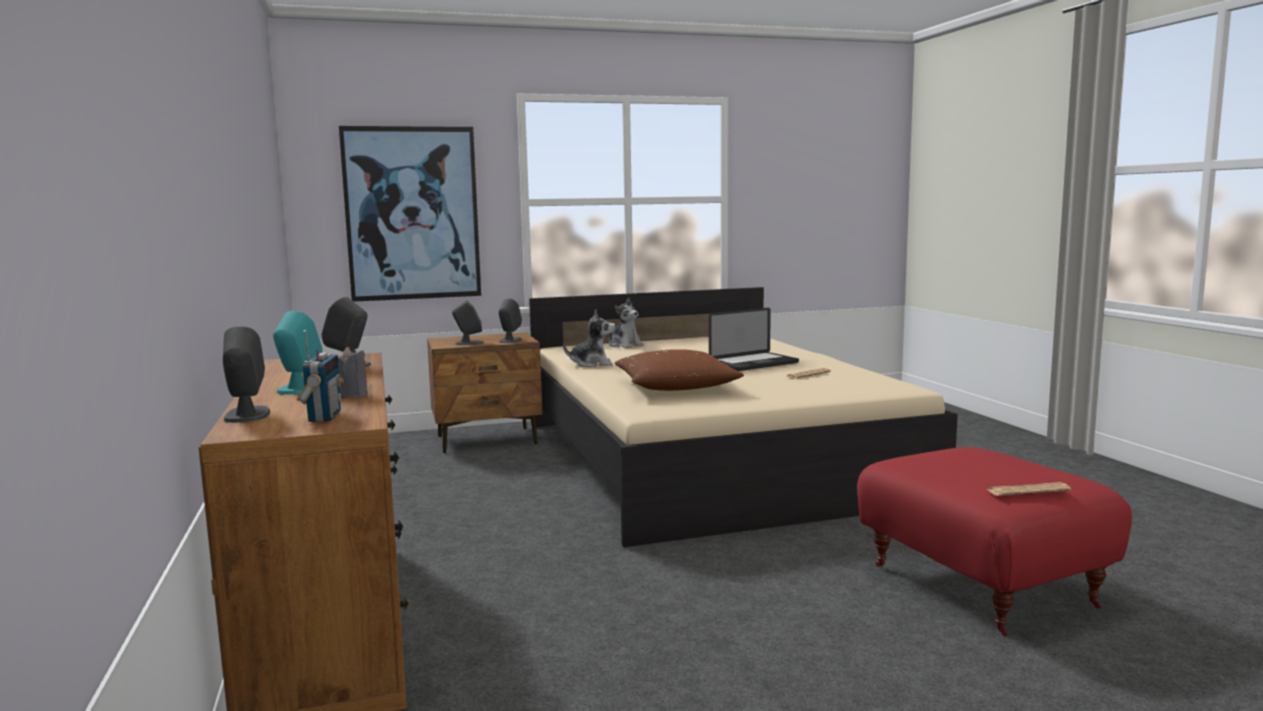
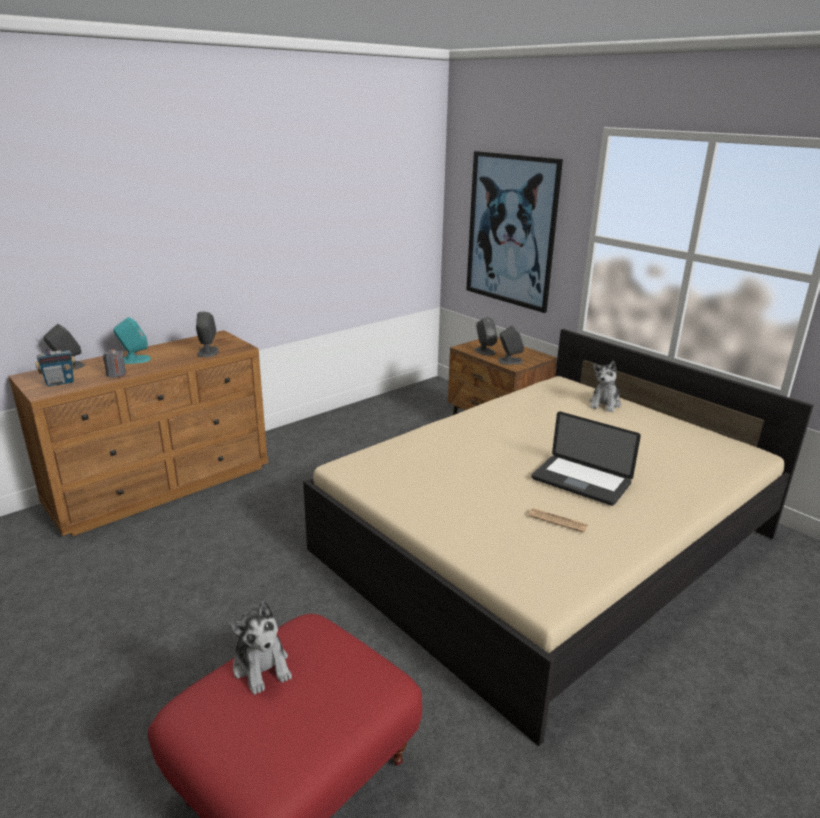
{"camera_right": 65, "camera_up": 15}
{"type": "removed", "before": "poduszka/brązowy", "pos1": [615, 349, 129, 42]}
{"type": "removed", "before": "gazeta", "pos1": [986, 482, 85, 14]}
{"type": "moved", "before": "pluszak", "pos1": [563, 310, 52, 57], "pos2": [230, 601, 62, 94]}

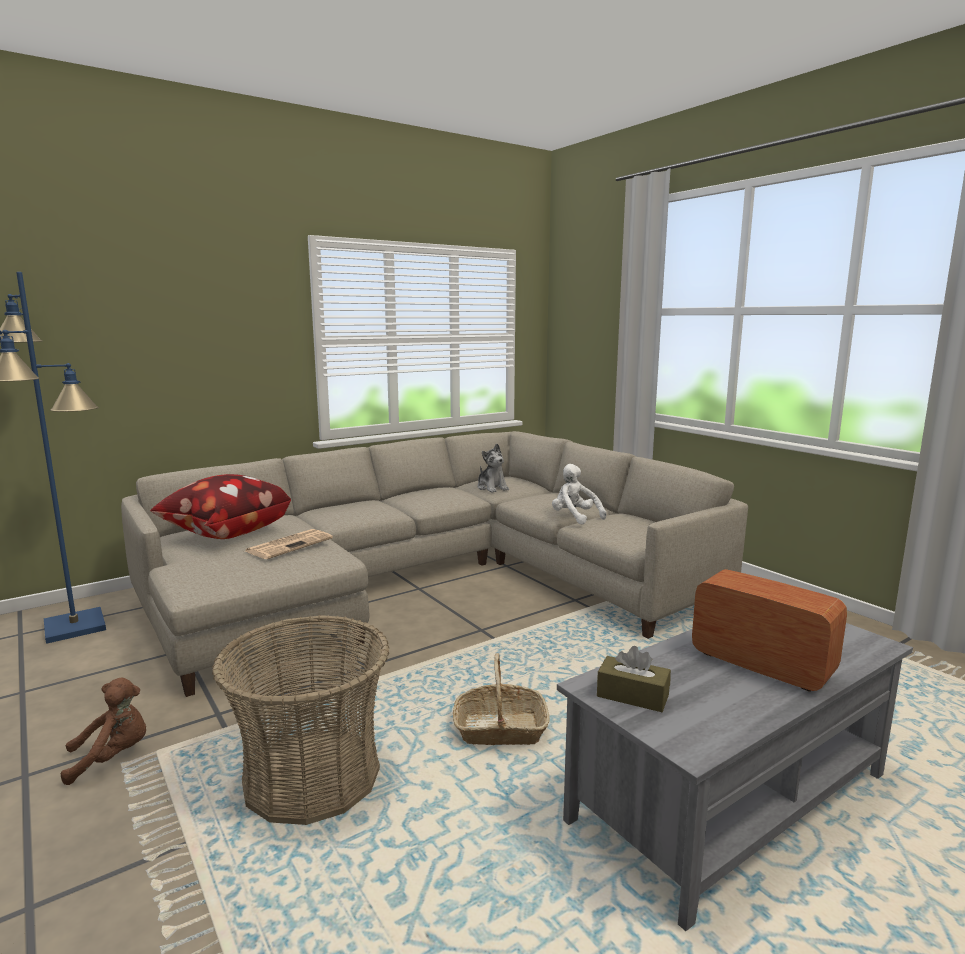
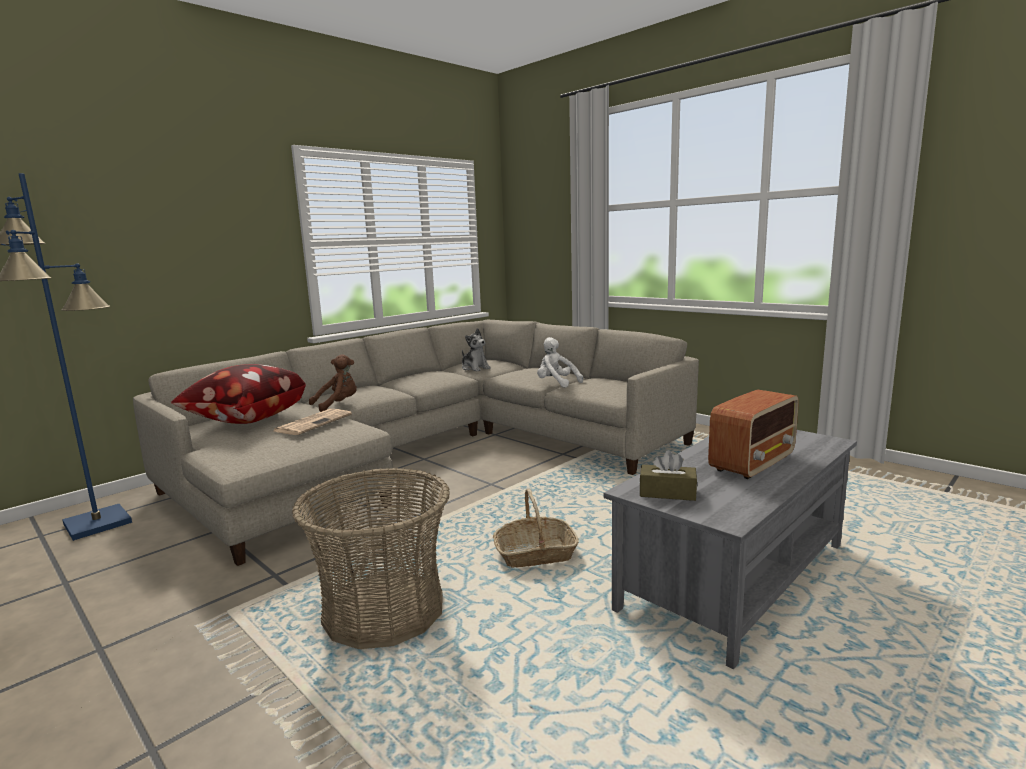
{"camera_right": -10, "camera_up": 0}
{"type": "moved", "before": "pluszak/brązowy", "pos1": [61, 677, 85, 108], "pos2": [309, 354, 48, 58]}
{"type": "turned", "before": "radio", "pos1": [692, 569, 155, 123], "pos2": [708, 390, 91, 89], "turn": 105}

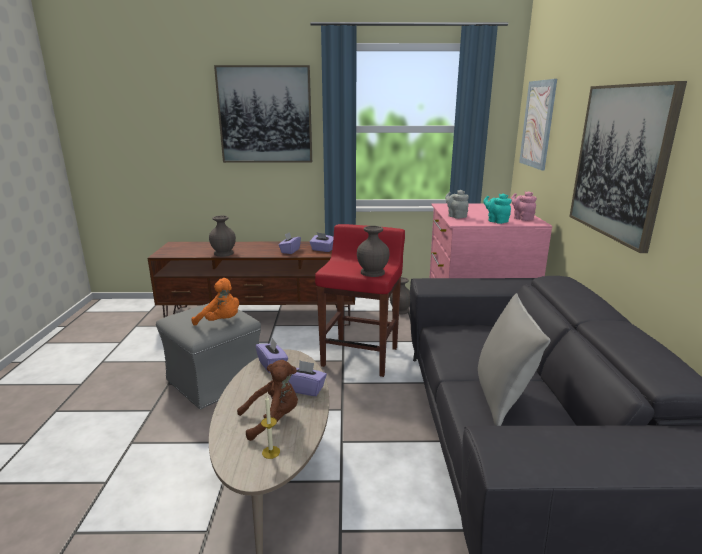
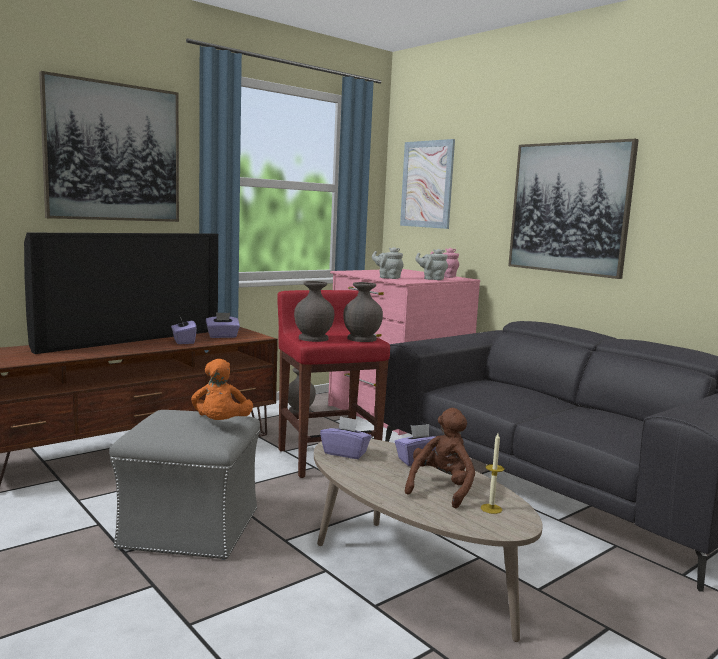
{"camera_right": -40, "camera_up": -10}
{"type": "removed", "before": "poduszka/szary", "pos1": [478, 293, 72, 133]}
{"type": "added", "after": "telewizor", "pos2": [24, 233, 194, 121]}
{"type": "moved", "before": "wazon/szary", "pos1": [209, 216, 27, 41], "pos2": [294, 281, 40, 61]}
{"type": "recoloured", "before": "imbryk/turkusowy", "after": "imbryk/szary", "pos1": [483, 194, 28, 30], "pos2": [415, 249, 33, 31]}
{"type": "turned", "before": "pluszak/pomarańczowy", "pos1": [192, 278, 47, 48], "pos2": [191, 359, 62, 61], "turn": 105}

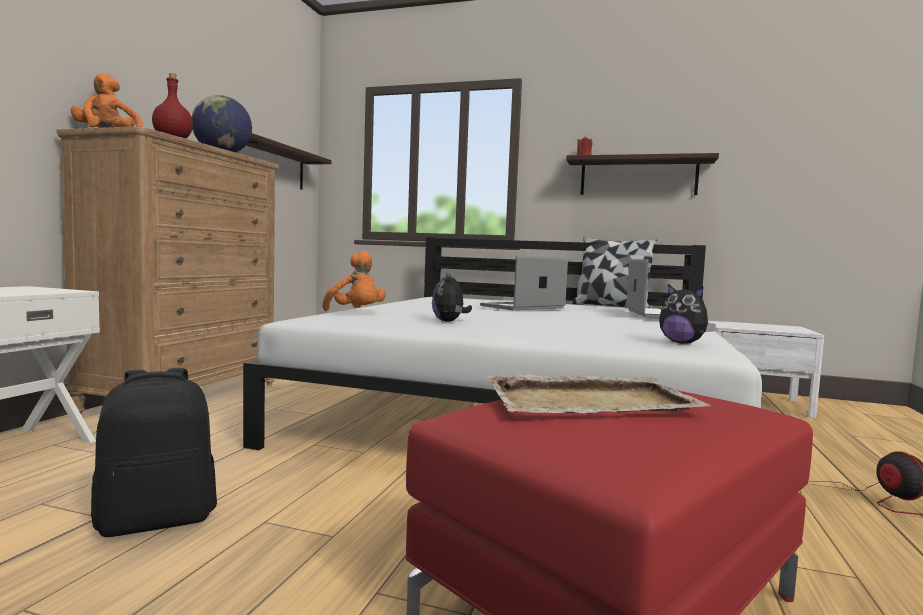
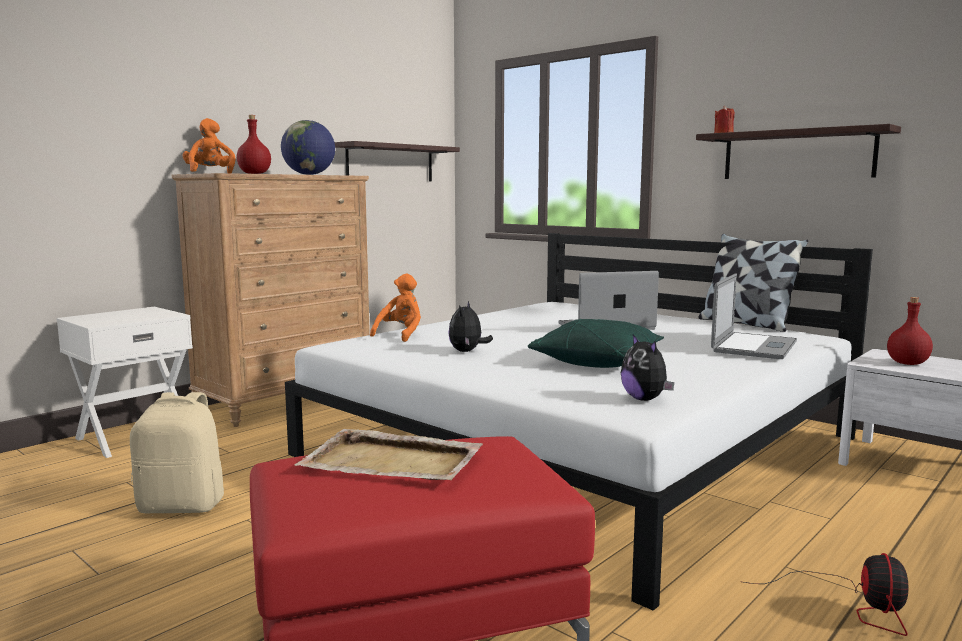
{"camera_right": 25, "camera_up": 5}
{"type": "added", "after": "poduszka/zielony", "pos2": [528, 319, 136, 49]}
{"type": "added", "after": "butelka/czerwony", "pos2": [887, 297, 46, 68]}
{"type": "recoloured", "before": "plecak/czarny", "after": "plecak/beżowy", "pos1": [91, 368, 126, 169], "pos2": [130, 392, 94, 121]}
{"type": "turned", "before": "pluszak/pomarańczowy", "pos1": [322, 251, 64, 60], "pos2": [370, 274, 51, 68], "turn": -135}

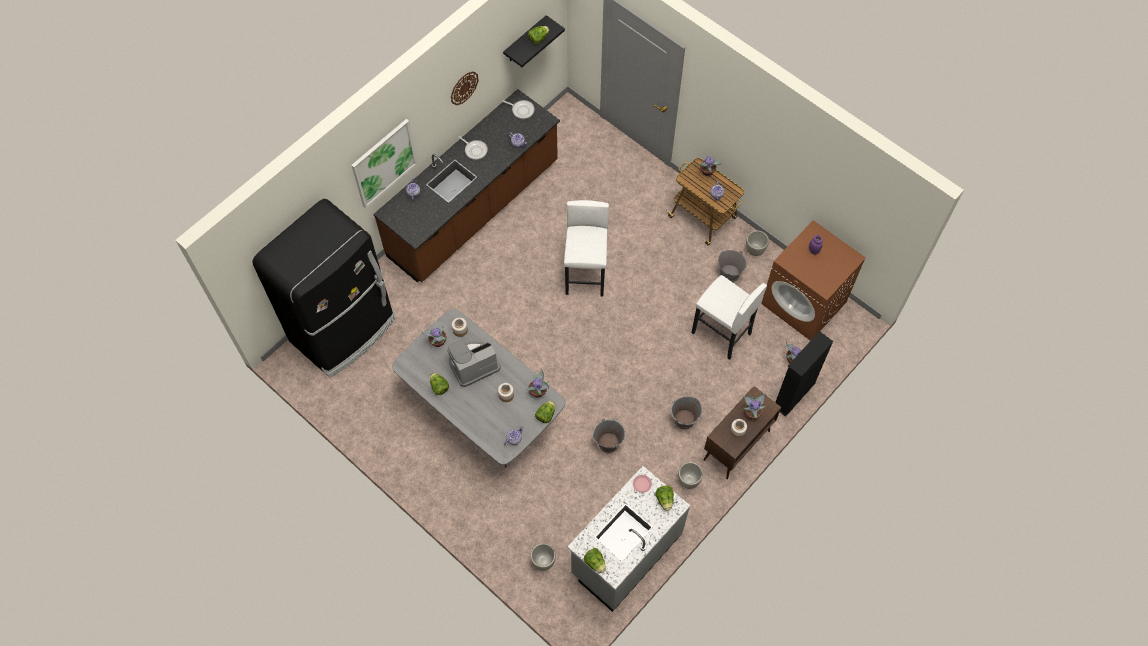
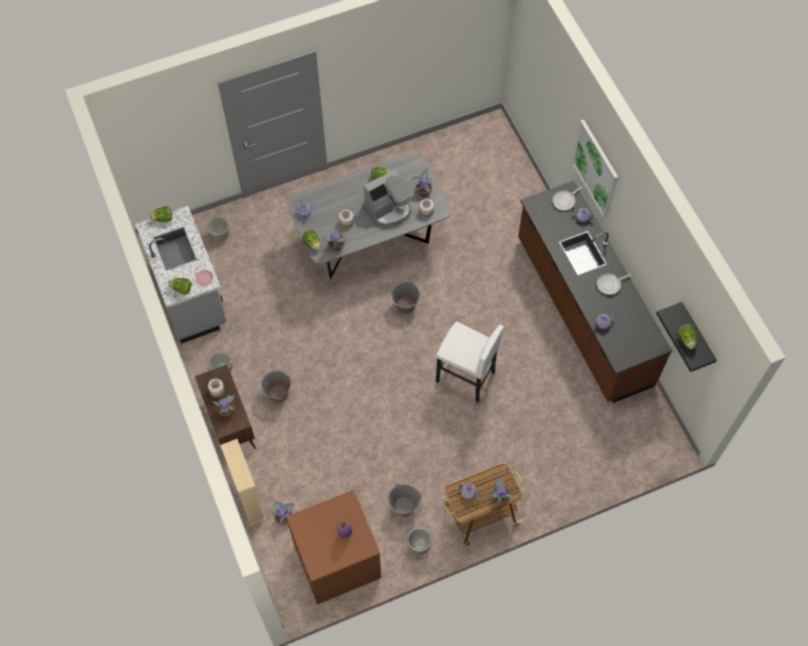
{"camera_right": 115, "camera_up": 0}
{"type": "removed", "before": "lodówka/czarny", "pos1": [252, 199, 144, 179]}
{"type": "removed", "before": "zegar ścienny", "pos1": [451, 71, 28, 34]}
{"type": "removed", "before": "stołek/biały", "pos1": [691, 275, 76, 85]}
{"type": "moved", "before": "patelnia", "pos1": [502, 100, 33, 19], "pos2": [552, 186, 30, 25]}
{"type": "moved", "before": "wiadro/szary", "pos1": [592, 418, 34, 35], "pos2": [390, 281, 32, 33]}
{"type": "recoloured", "before": "regał/czarny", "after": "regał/beżowy", "pos1": [775, 331, 58, 86], "pos2": [220, 439, 46, 86]}
{"type": "turned", "before": "ekspres do kawy", "pos1": [447, 339, 54, 48], "pos2": [362, 169, 49, 57], "turn": 60}

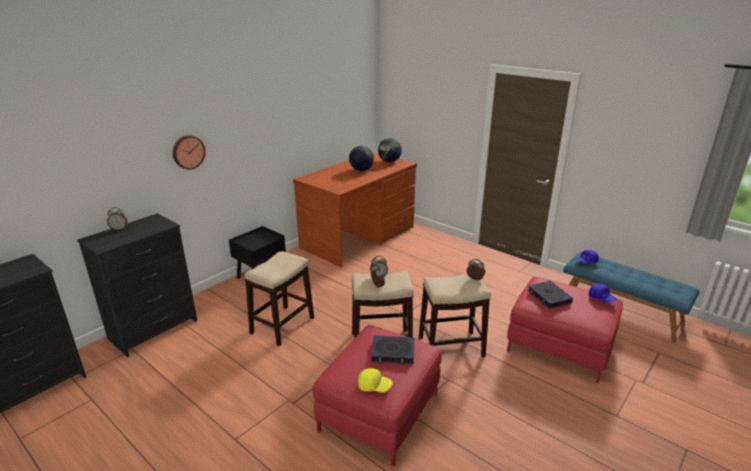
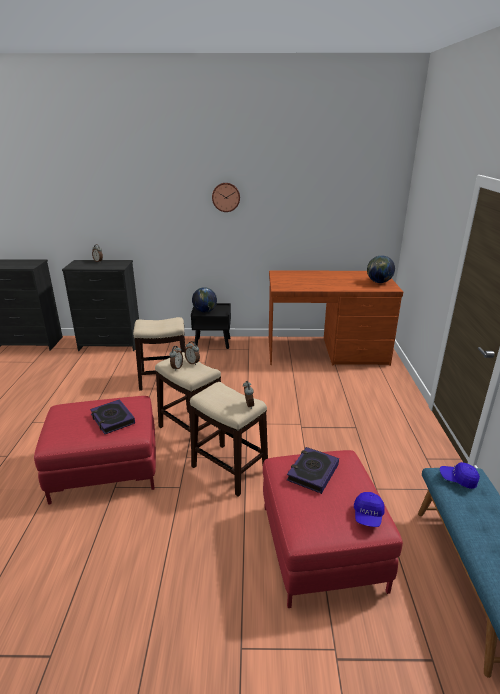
{"camera_right": 50, "camera_up": 0}
{"type": "removed", "before": "czapka z daszkiem/żółty", "pos1": [358, 368, 35, 24]}
{"type": "moved", "before": "zegar ścienny", "pos1": [173, 135, 33, 35], "pos2": [212, 183, 28, 29]}
{"type": "moved", "before": "globus", "pos1": [349, 146, 25, 25], "pos2": [192, 287, 25, 26]}

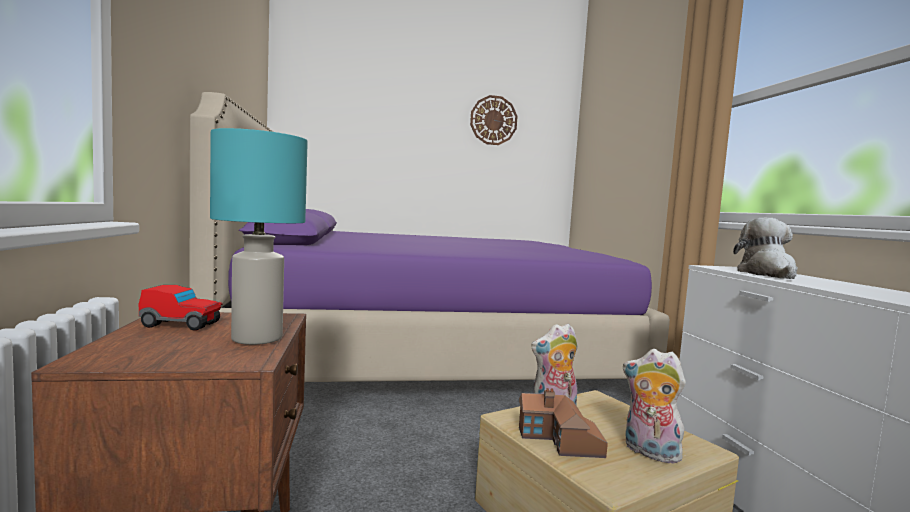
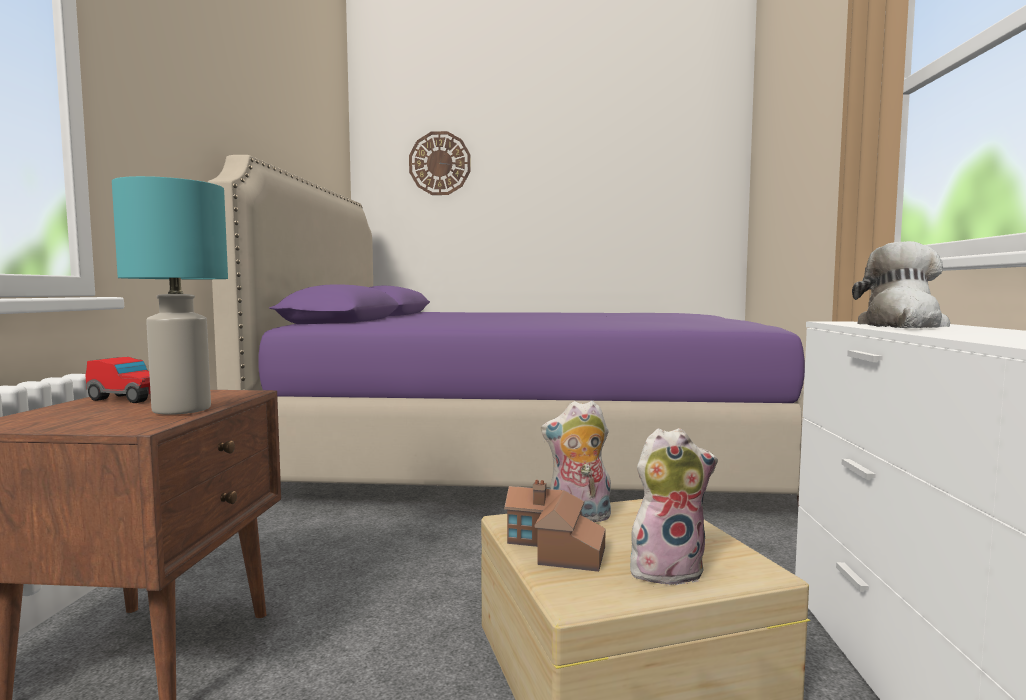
{"camera_right": 15, "camera_up": 0}
{"type": "moved", "before": "zegar ścienny", "pos1": [470, 95, 48, 50], "pos2": [409, 131, 62, 64]}
{"type": "turned", "before": "pluszak", "pos1": [623, 349, 63, 115], "pos2": [630, 428, 88, 158], "turn": 120}

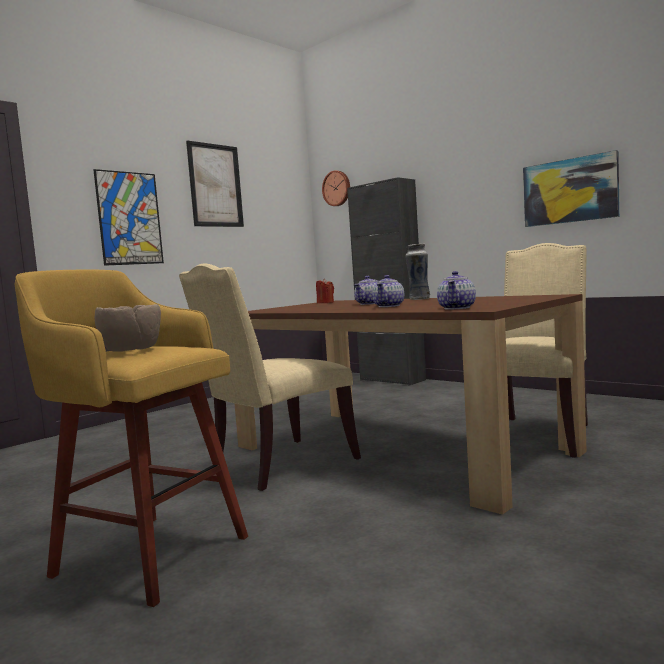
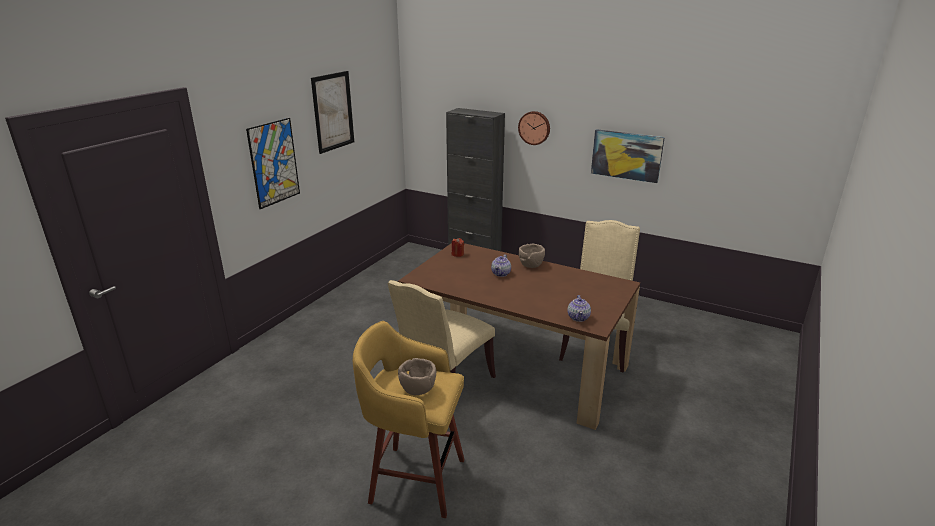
{"camera_right": -15, "camera_up": 20}
{"type": "removed", "before": "imbryk", "pos1": [372, 275, 32, 32]}
{"type": "moved", "before": "zegar ścienny", "pos1": [322, 170, 28, 36], "pos2": [518, 111, 32, 34]}
{"type": "replaced", "before": "wazon", "after": "miska/brązowy", "pos1": [405, 244, 25, 56], "pos2": [519, 244, 26, 24]}

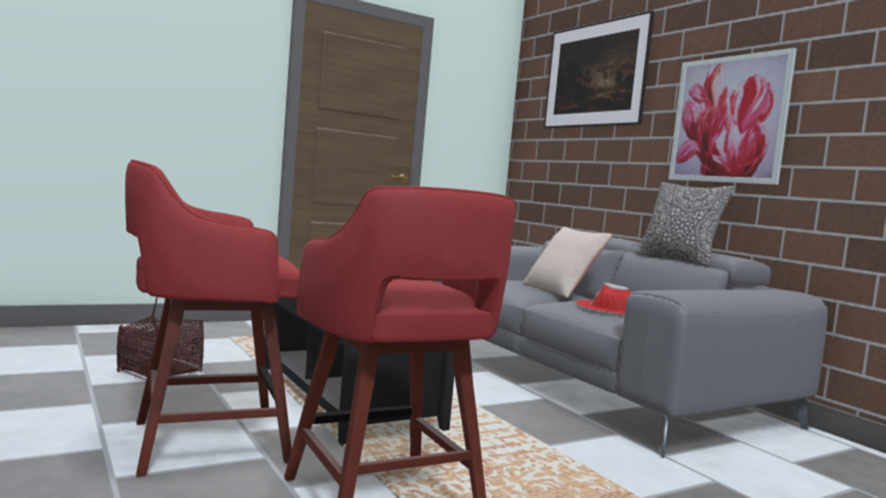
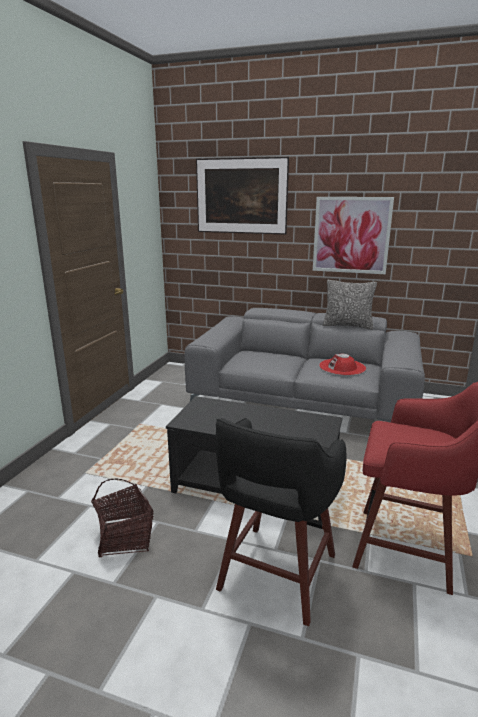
{"camera_right": -40, "camera_up": 15}
{"type": "removed", "before": "poduszka/beżowy", "pos1": [522, 227, 90, 71]}
{"type": "recoloured", "before": "stołek/czerwony", "after": "stołek/czarny", "pos1": [125, 159, 175, 318], "pos2": [216, 418, 131, 208]}

